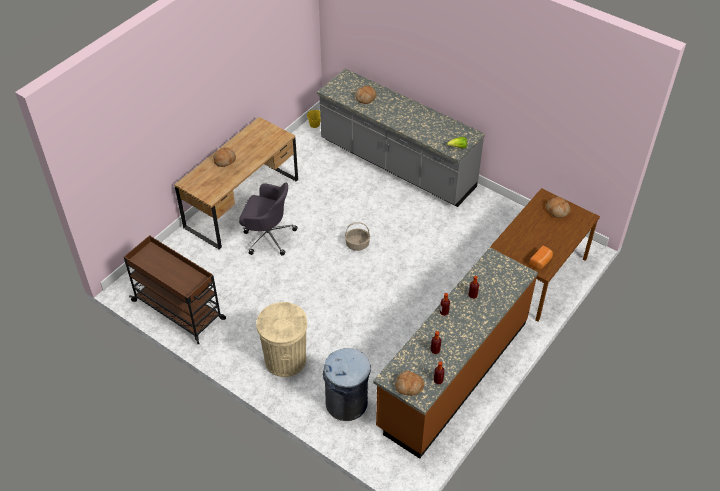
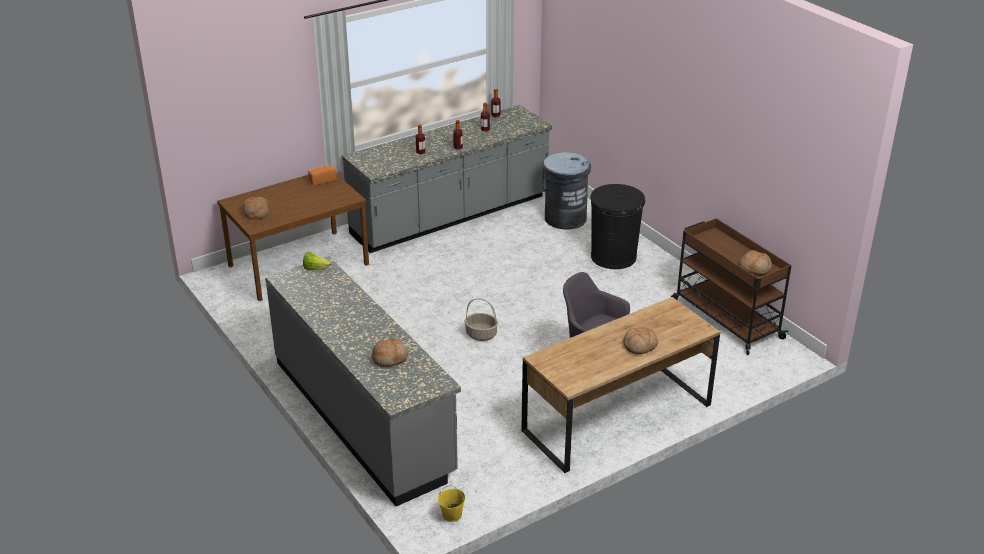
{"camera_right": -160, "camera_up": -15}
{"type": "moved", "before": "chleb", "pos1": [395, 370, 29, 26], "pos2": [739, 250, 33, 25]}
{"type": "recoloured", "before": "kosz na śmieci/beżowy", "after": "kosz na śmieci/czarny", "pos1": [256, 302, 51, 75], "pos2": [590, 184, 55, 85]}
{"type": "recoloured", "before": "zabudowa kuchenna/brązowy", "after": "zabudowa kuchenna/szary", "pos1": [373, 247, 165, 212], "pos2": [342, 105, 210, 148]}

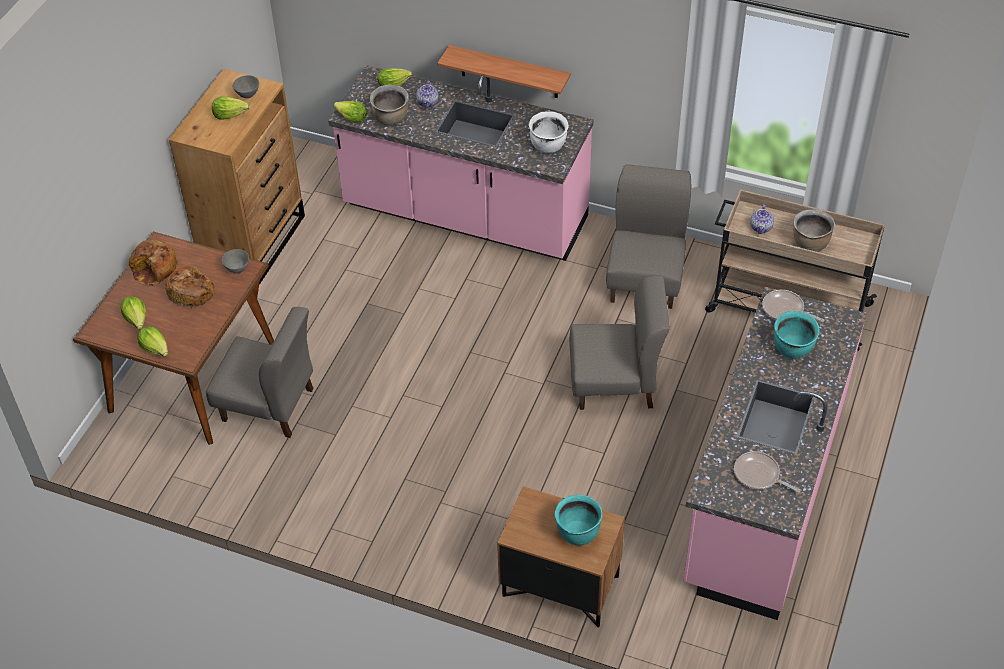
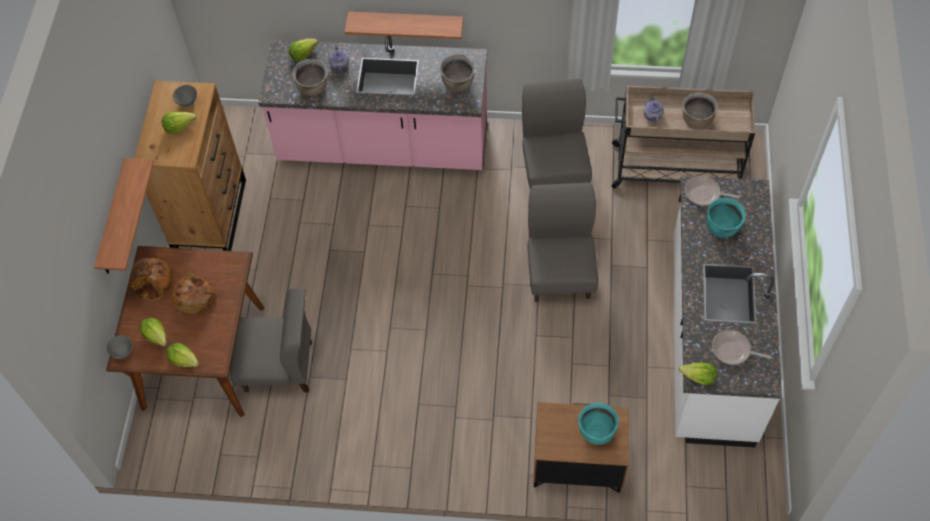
{"camera_right": -15, "camera_up": 10}
{"type": "added", "after": "półka", "pos2": [94, 158, 60, 116]}
{"type": "moved", "before": "miska/szary", "pos1": [222, 249, 27, 25], "pos2": [106, 335, 26, 24]}
{"type": "moved", "before": "sałata", "pos1": [334, 101, 33, 21], "pos2": [679, 363, 38, 22]}
{"type": "recoloured", "before": "garnek/biały", "after": "garnek/brązowy", "pos1": [529, 111, 39, 42], "pos2": [440, 55, 35, 37]}
{"type": "recoloured", "before": "zabudowa kuchenna/różowy", "after": "zabudowa kuchenna/biały", "pos1": [683, 287, 184, 333], "pos2": [673, 176, 109, 272]}
{"type": "turned", "before": "krzesło/szary", "pos1": [569, 275, 101, 135], "pos2": [528, 183, 70, 119], "turn": -75}

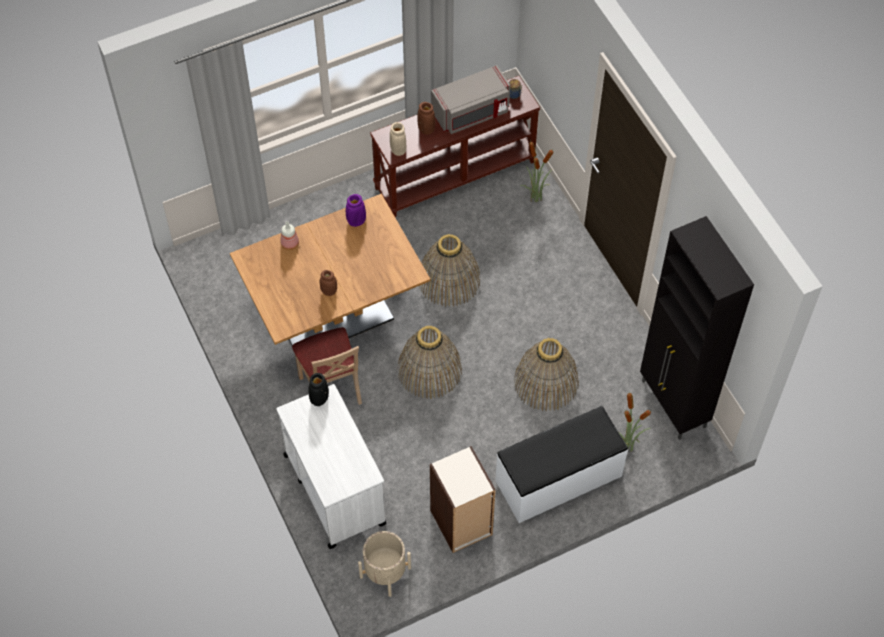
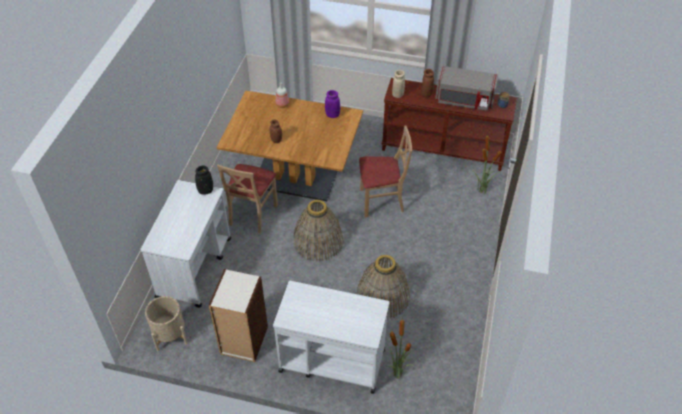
{"camera_right": 40, "camera_up": -10}
{"type": "removed", "before": "szafka/czarny", "pos1": [640, 216, 114, 224]}
{"type": "replaced", "before": "koszyk", "after": "krzesło/beżowy", "pos1": [421, 234, 59, 73], "pos2": [359, 125, 53, 92]}
{"type": "replaced", "before": "ławka/biały", "after": "wózek/biały", "pos1": [495, 406, 133, 117], "pos2": [273, 281, 117, 113]}

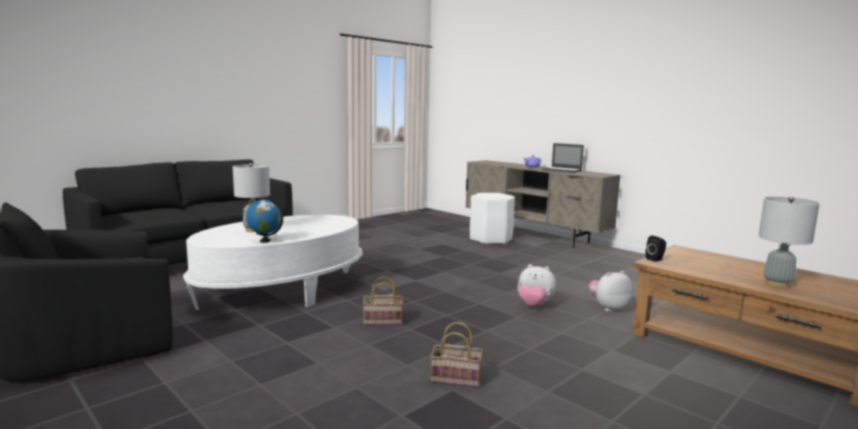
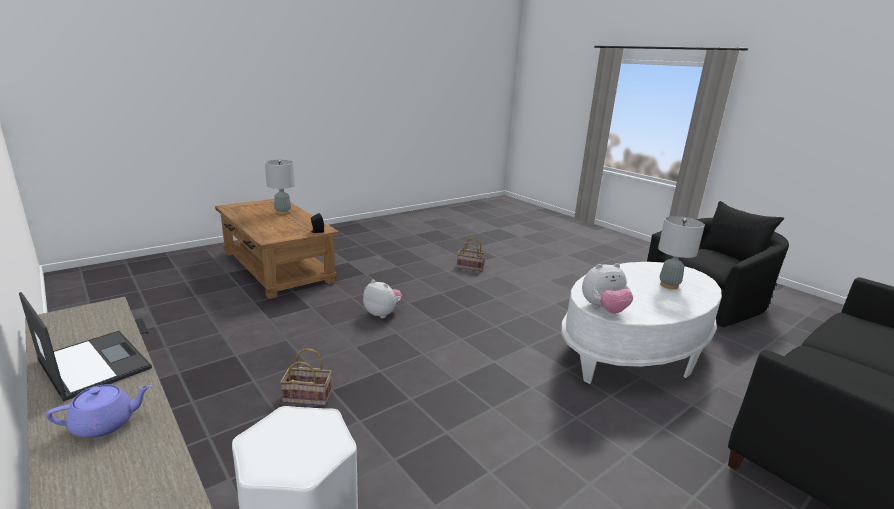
{"camera_right": -175, "camera_up": 10}
{"type": "removed", "before": "globus", "pos1": [246, 199, 37, 44]}
{"type": "moved", "before": "koszyk", "pos1": [363, 276, 40, 49], "pos2": [280, 348, 52, 58]}
{"type": "moved", "before": "pluszak", "pos1": [588, 271, 45, 41], "pos2": [582, 263, 51, 51]}

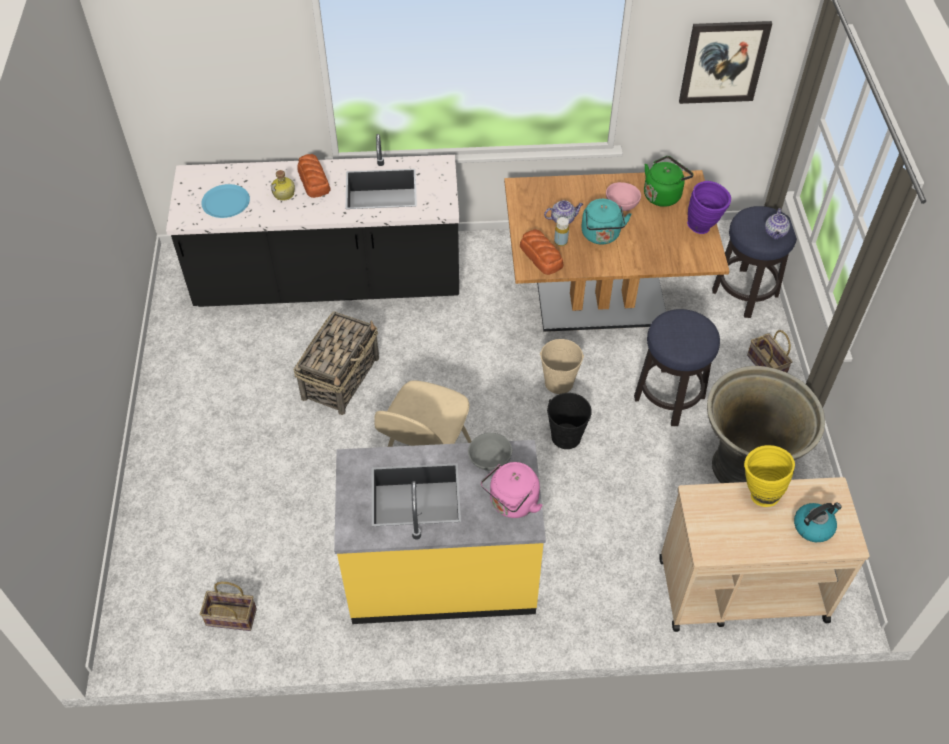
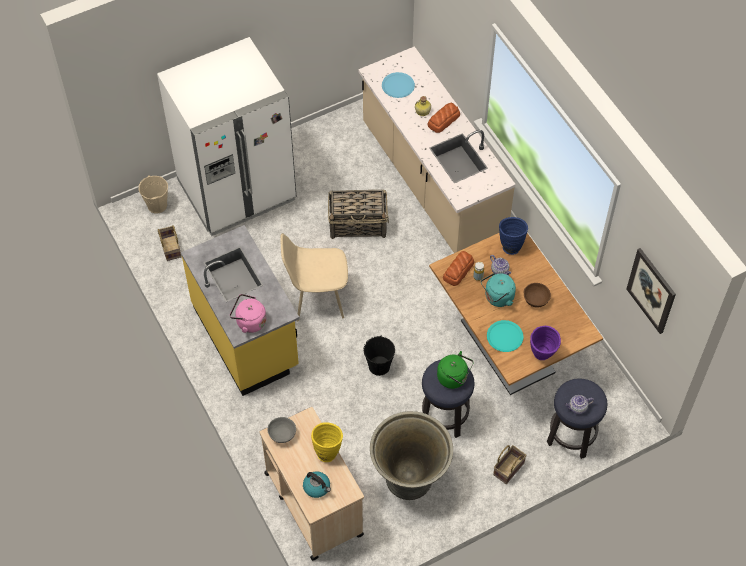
{"camera_right": 65, "camera_up": 5}
{"type": "added", "after": "lodówka/biały", "pos2": [157, 37, 139, 199]}
{"type": "added", "after": "talerz/turkusowy", "pos2": [487, 320, 36, 32]}
{"type": "added", "after": "wazon/niebieski", "pos2": [499, 217, 29, 38]}
{"type": "moved", "before": "miska/szary", "pos1": [468, 433, 44, 38], "pos2": [267, 417, 29, 26]}
{"type": "moved", "before": "wiadro/beżowy", "pos1": [540, 339, 44, 55], "pos2": [138, 175, 30, 39]}
{"type": "moved", "before": "czajnik/zielony", "pos1": [644, 156, 50, 51], "pos2": [437, 351, 37, 38]}
{"type": "recoloured", "before": "zabudowa kuchenna/czarny", "after": "zabudowa kuchenna/beżowy", "pos1": [166, 134, 293, 173], "pos2": [358, 46, 158, 207]}
{"type": "recoloured", "before": "miska/różowy", "after": "miska/brązowy", "pos1": [606, 182, 35, 29], "pos2": [524, 283, 27, 25]}

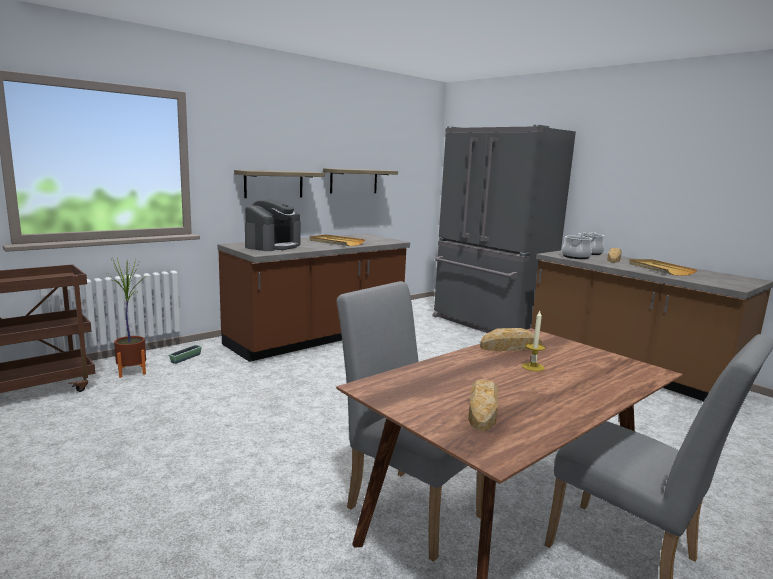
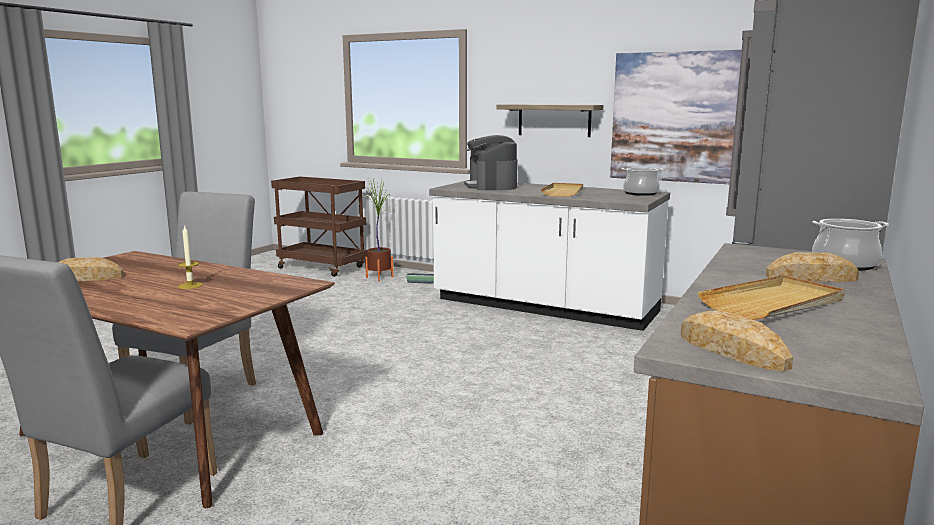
{"camera_right": 70, "camera_up": 0}
{"type": "moved", "before": "chleb", "pos1": [480, 328, 63, 23], "pos2": [681, 310, 112, 62]}
{"type": "moved", "before": "garnek", "pos1": [561, 235, 31, 24], "pos2": [622, 168, 42, 28]}
{"type": "replaced", "before": "półka", "after": "obraz", "pos1": [323, 168, 75, 26], "pos2": [610, 50, 132, 134]}
{"type": "recoloured", "before": "zabudowa kuchenna/brązowy", "after": "zabudowa kuchenna/biały", "pos1": [217, 234, 193, 128], "pos2": [429, 181, 241, 150]}
{"type": "turned", "before": "ekspres do kawy", "pos1": [245, 200, 56, 51], "pos2": [464, 135, 54, 55], "turn": 75}

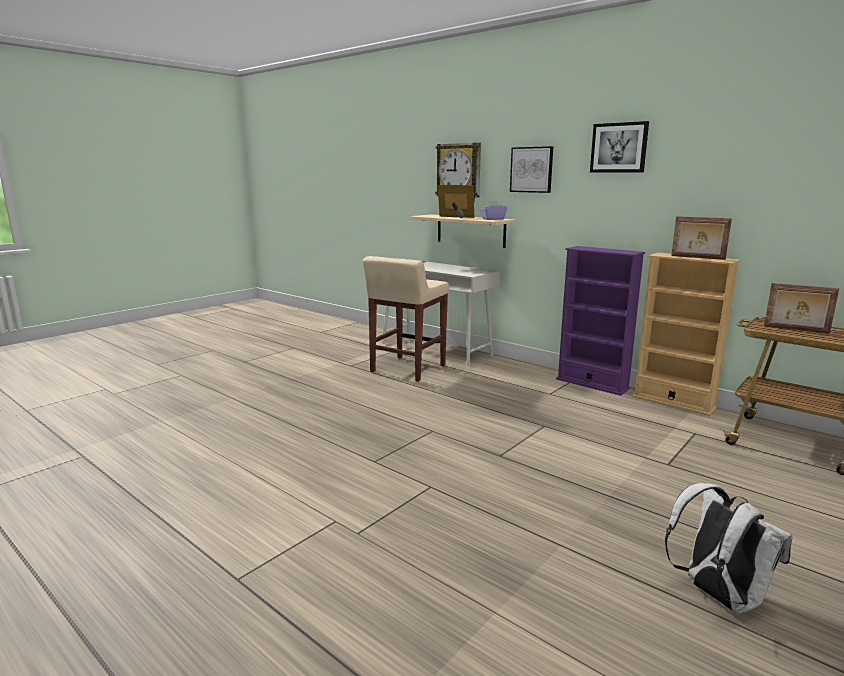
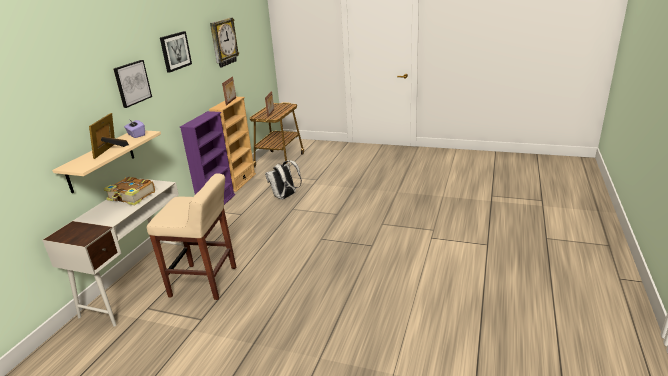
{"camera_right": -110, "camera_up": 10}
{"type": "added", "after": "książka", "pos2": [104, 177, 51, 28]}
{"type": "moved", "before": "zegar ścienny", "pos1": [435, 143, 46, 58], "pos2": [210, 18, 29, 50]}
{"type": "moved", "before": "plecak/biały", "pos1": [665, 483, 127, 131], "pos2": [265, 160, 37, 40]}

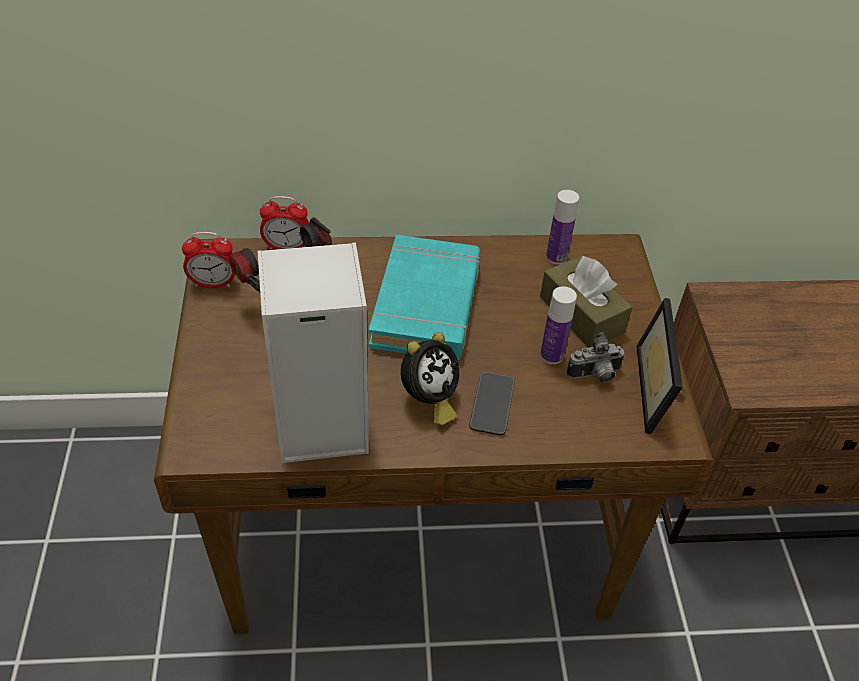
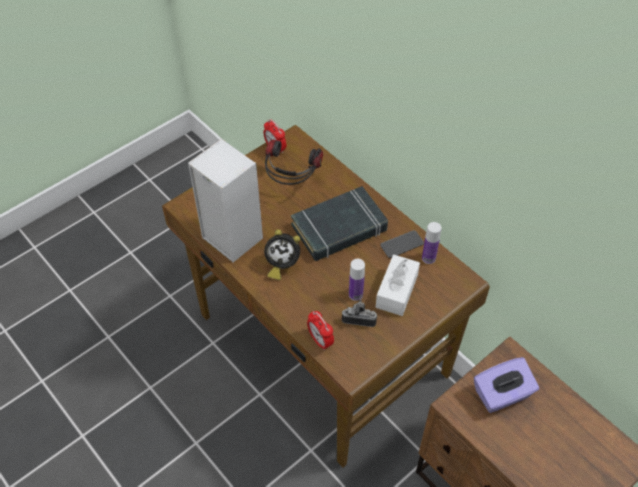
{"camera_right": 55, "camera_up": 5}
{"type": "removed", "before": "ramka na zdjęcie", "pos1": [636, 298, 50, 136]}
{"type": "added", "after": "pudełko chusteczek/fioletowy", "pos2": [474, 357, 65, 56]}
{"type": "moved", "before": "budzik", "pos1": [260, 196, 49, 54], "pos2": [307, 311, 27, 39]}
{"type": "moved", "before": "telefon", "pos1": [469, 372, 46, 63], "pos2": [380, 230, 44, 28]}
{"type": "recoloured", "before": "książka/turkusowy", "after": "książka/czarny", "pos1": [369, 235, 111, 125], "pos2": [291, 186, 97, 75]}
{"type": "recoloured", "before": "pudełko chusteczek/brązowy", "after": "pudełko chusteczek/biały", "pos1": [540, 256, 92, 92], "pos2": [376, 255, 44, 61]}
{"type": "turned", "before": "aparat fotograficzny", "pos1": [566, 332, 59, 51], "pos2": [342, 299, 35, 28], "turn": 150}

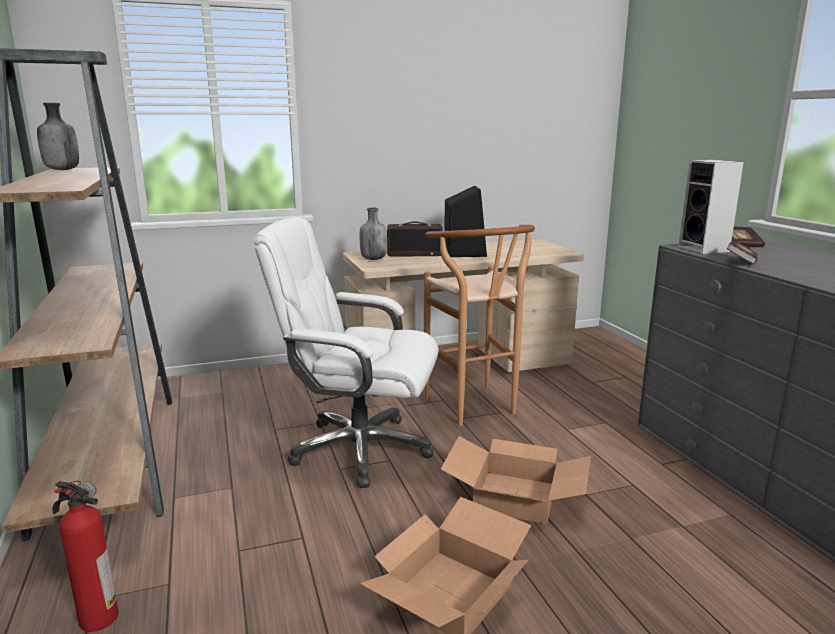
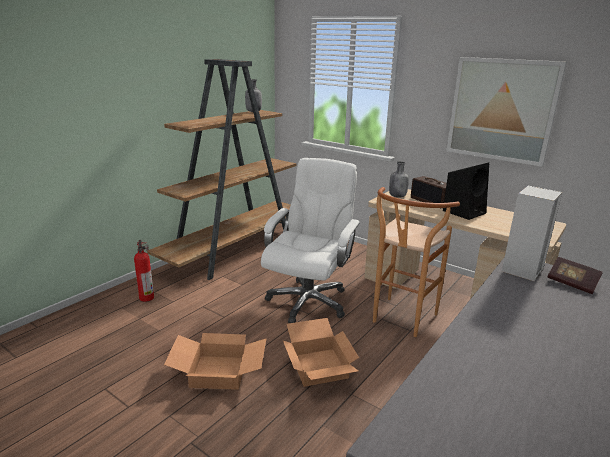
{"camera_right": 55, "camera_up": 5}
{"type": "removed", "before": "książka", "pos1": [727, 239, 31, 25]}
{"type": "added", "after": "obraz", "pos2": [446, 57, 121, 110]}
{"type": "turned", "before": "krzesło biurowe/biały", "pos1": [254, 217, 185, 271], "pos2": [261, 158, 99, 165], "turn": 45}

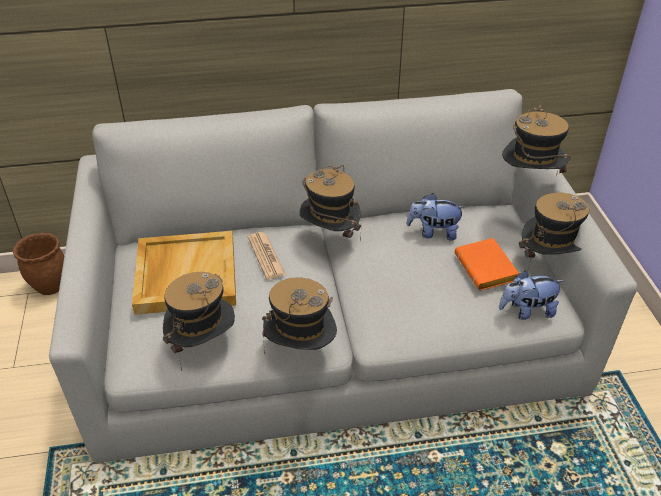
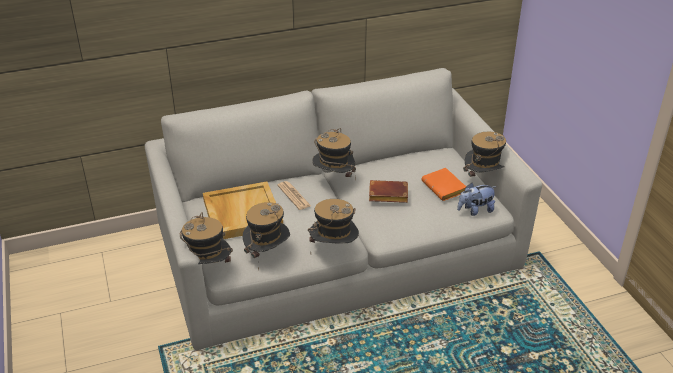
{"camera_right": -10, "camera_up": -5}
{"type": "removed", "before": "donica/brązowy", "pos1": [13, 233, 51, 62]}
{"type": "removed", "before": "pluszak", "pos1": [406, 193, 60, 48]}
{"type": "added", "after": "książka/brązowy", "pos2": [369, 180, 39, 23]}
{"type": "moved", "before": "kapelusz", "pos1": [502, 105, 69, 71], "pos2": [179, 212, 54, 52]}

